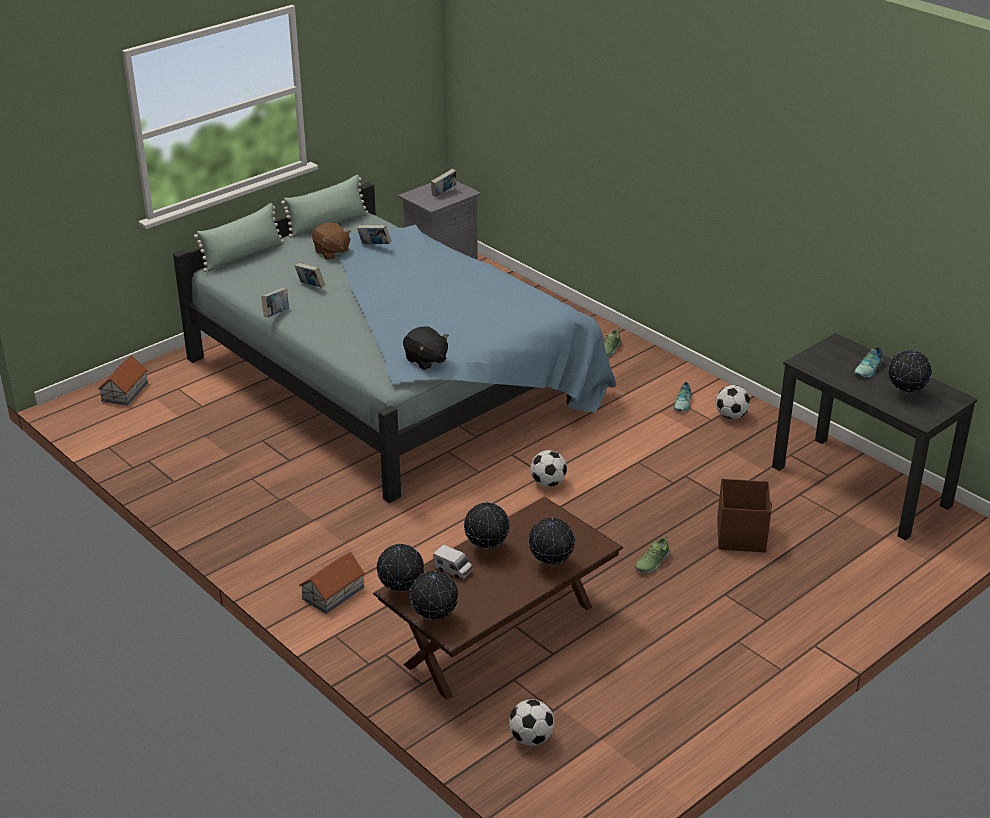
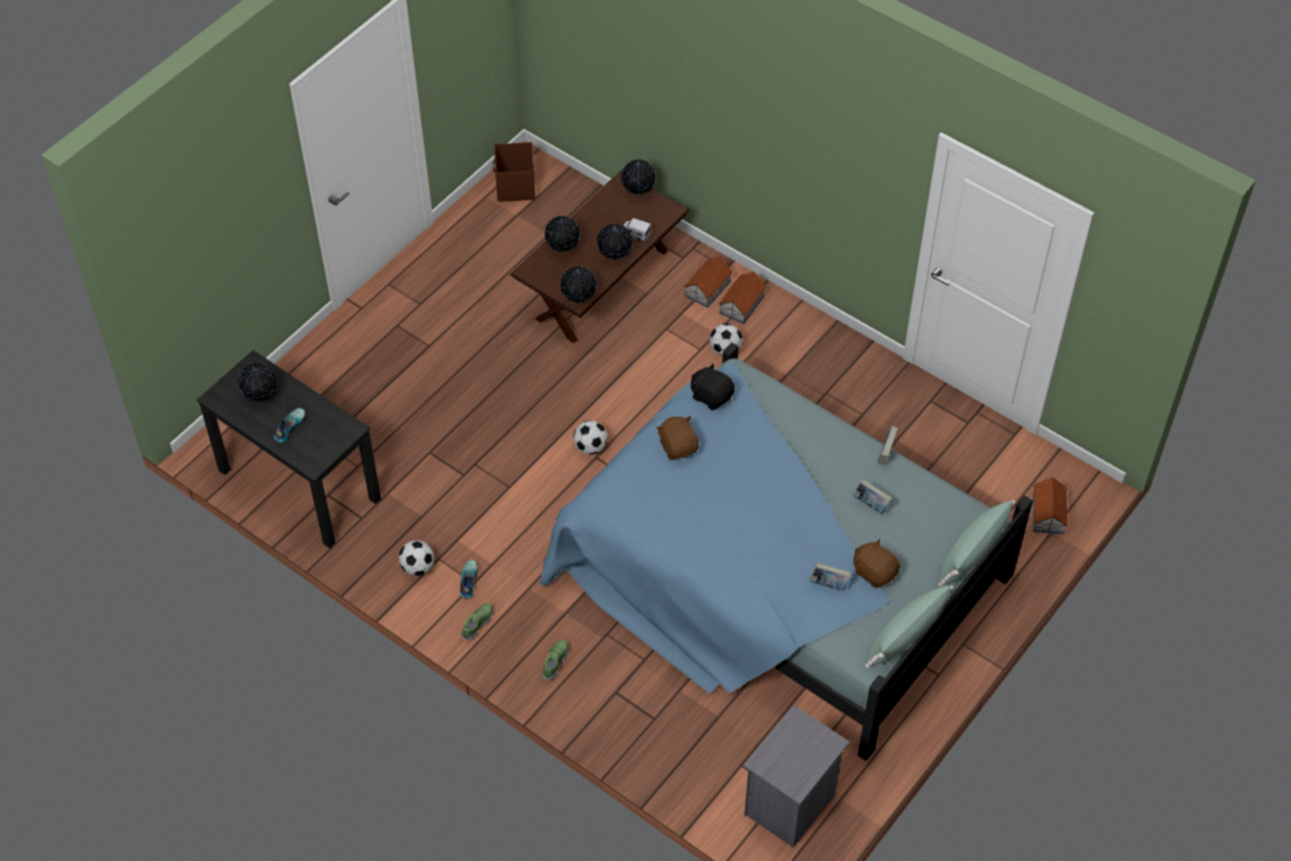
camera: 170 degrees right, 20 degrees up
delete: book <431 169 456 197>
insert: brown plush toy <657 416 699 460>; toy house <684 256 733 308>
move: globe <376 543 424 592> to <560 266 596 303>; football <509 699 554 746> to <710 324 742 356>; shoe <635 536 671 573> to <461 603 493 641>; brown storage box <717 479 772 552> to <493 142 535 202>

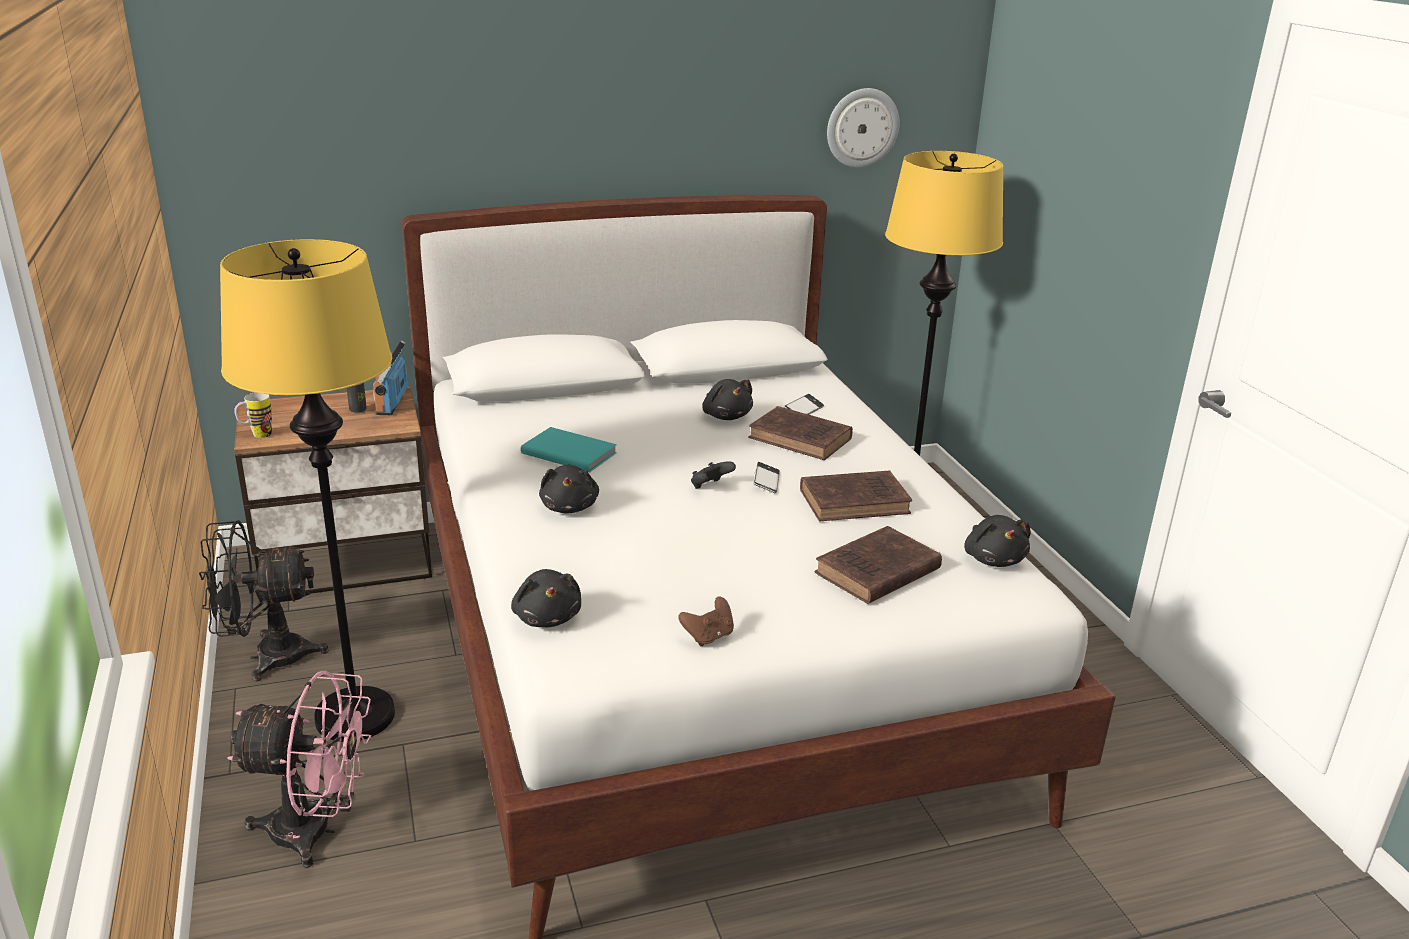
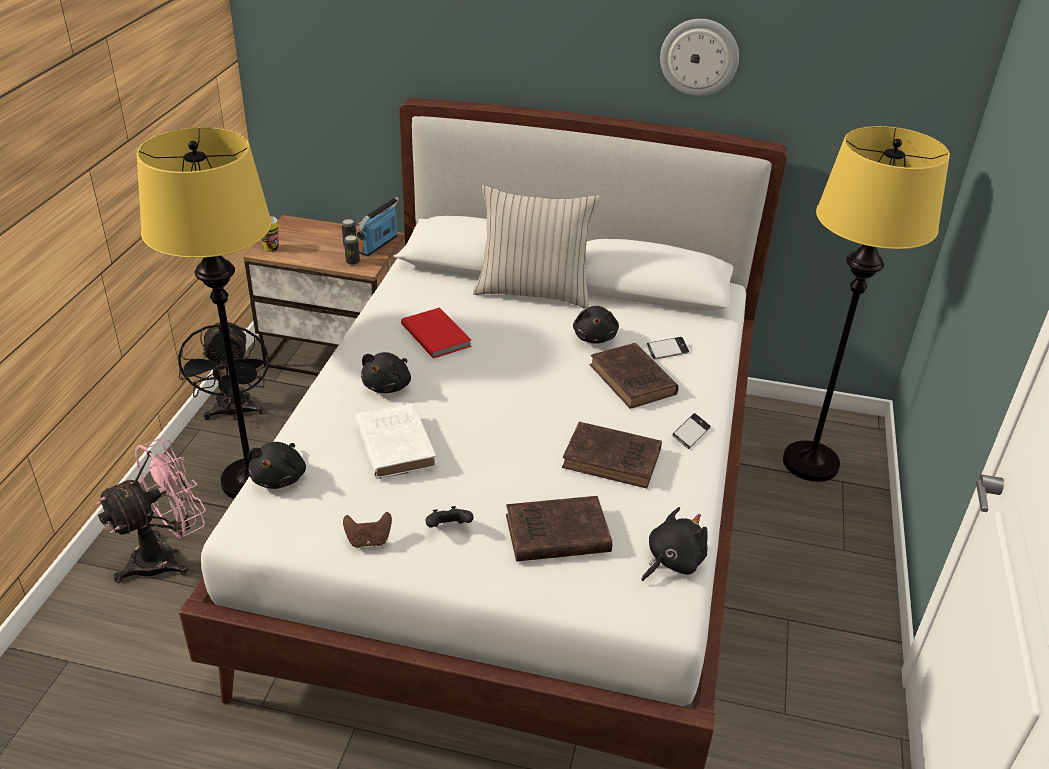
camera: 30 degrees right, 10 degrees up
insert: can <344 235 360 265>; white book <355 403 437 479>; beige pillow <473 185 600 309>
move: black game controller <691 461 736 489> to <425 506 474 528>; phone <754 462 780 493> to <672 413 711 449>; wall clock <827 88 899 168> to <660 19 739 96>
recolor: turquoise book <521 427 617 472> to red book <401 307 472 359>
rotate: black fan <199 520 329 682> = <178 322 269 420> 120 degrees counterclockwise; pink fan <228 671 371 868> = <96 439 206 583> 75 degrees counterclockwise; black plush toy <964 515 1031 567> = <642 507 708 582> 150 degrees counterclockwise

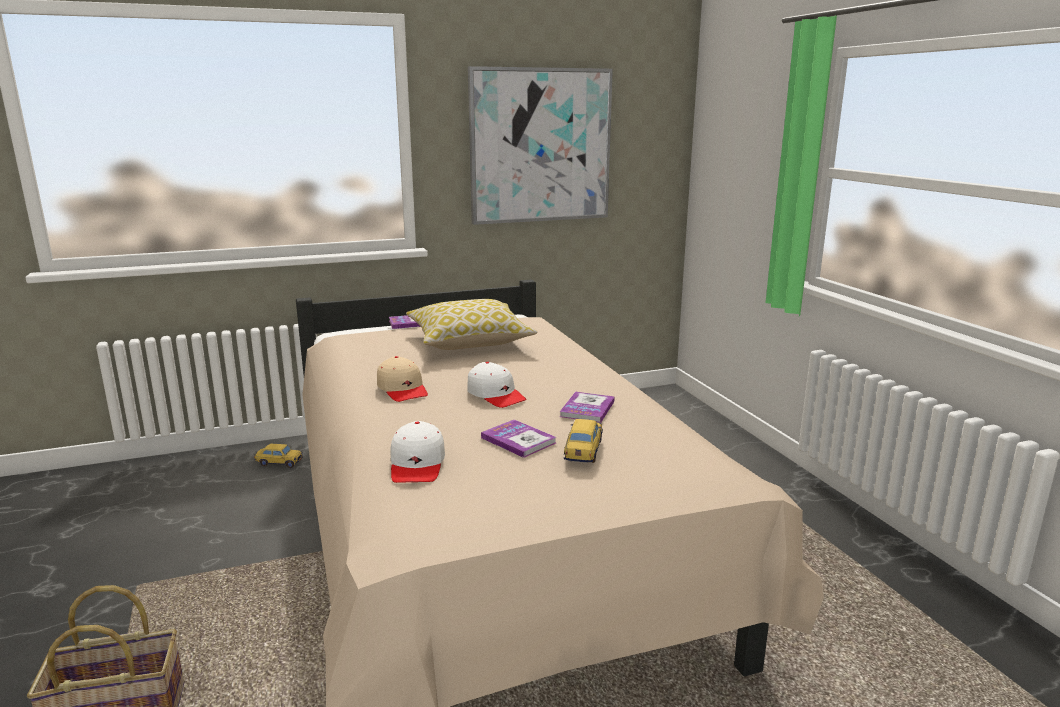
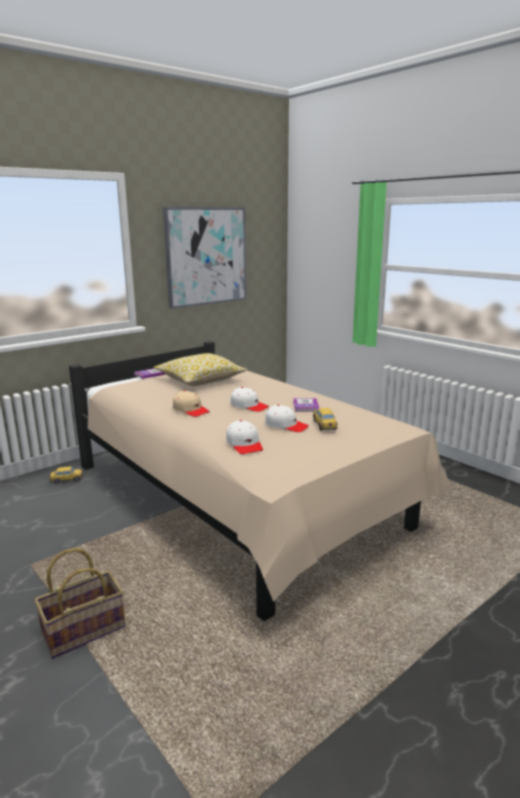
camera: 20 degrees left, 0 degrees up
replace: book <481 420 556 458> to white cap <265 405 309 432>

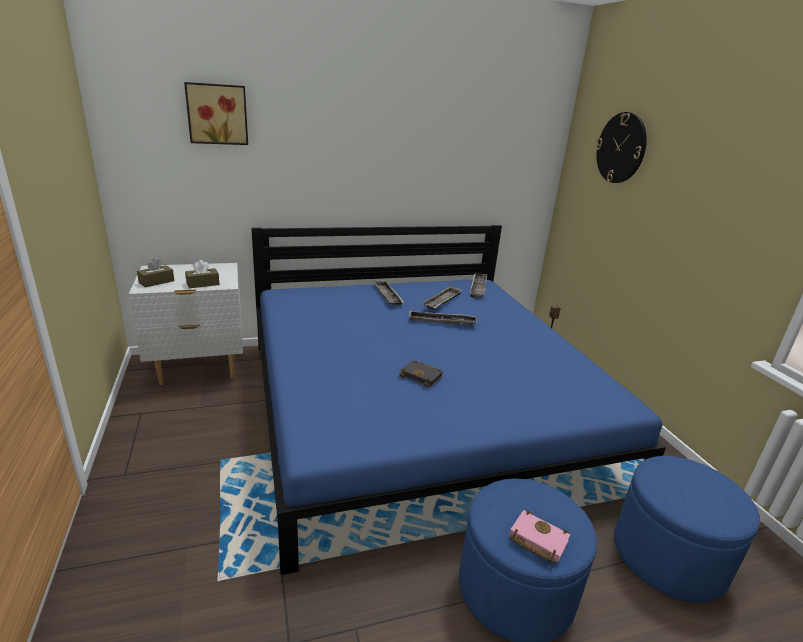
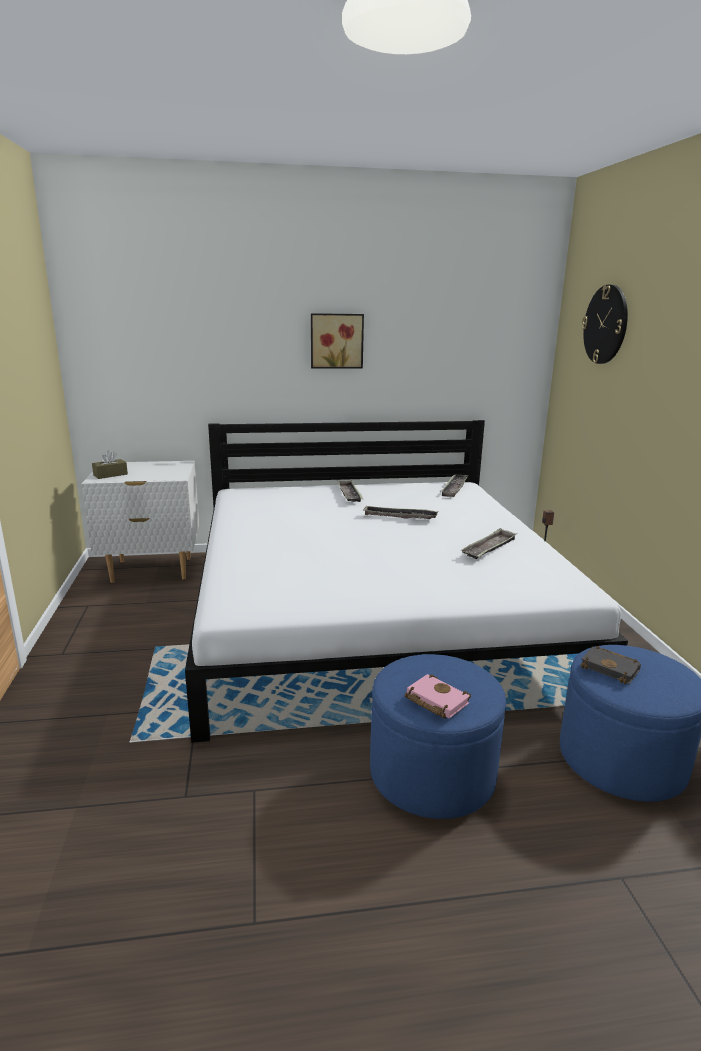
camera: 10 degrees right, 5 degrees down
delete: brown tissue box <185 260 220 288>
move: picture <184 82 248 145> to <311 313 364 369>; black book <399 360 443 387> to <580 646 641 684>; tray <422 286 462 310> to <461 528 517 559>
recolor: blue bed <251 225 666 575> to white bed <185 420 628 743>

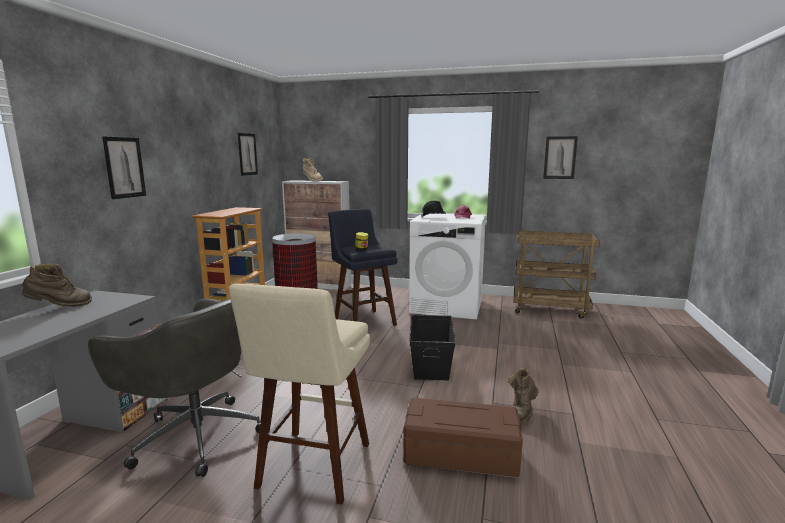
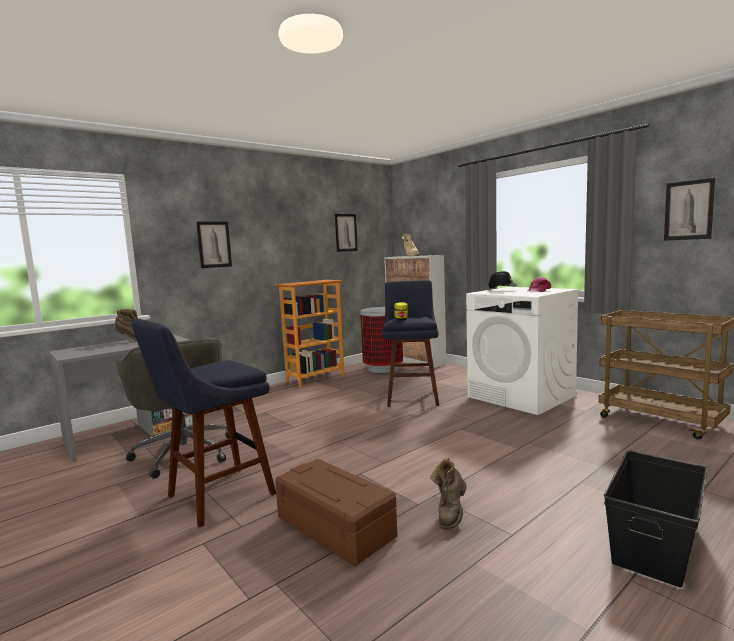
camera: 35 degrees right, 5 degrees down
move: black storage box <409 315 456 380> to <604 450 707 588>
recolor: beige stool <229 283 370 505> to blue stool <131 319 276 528>
rotate: brown boot <508 368 539 424> = <430 458 467 530> 45 degrees counterclockwise

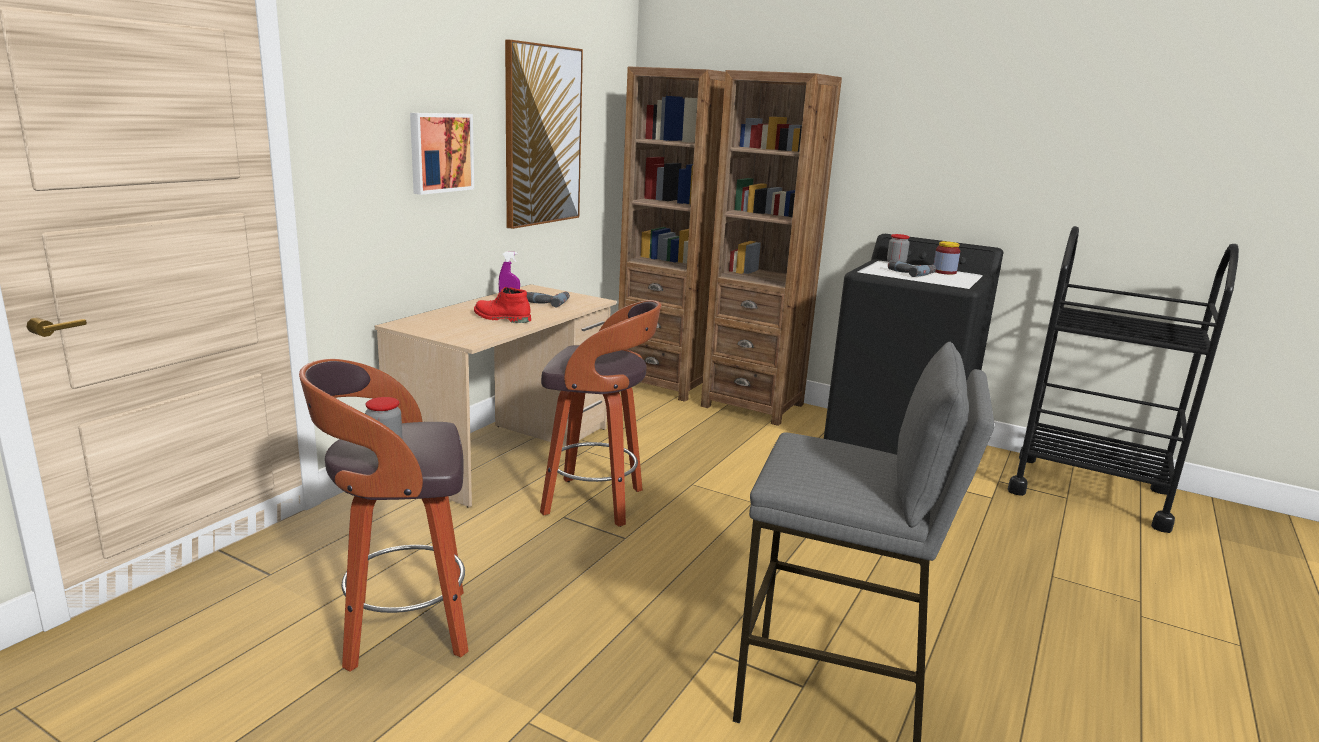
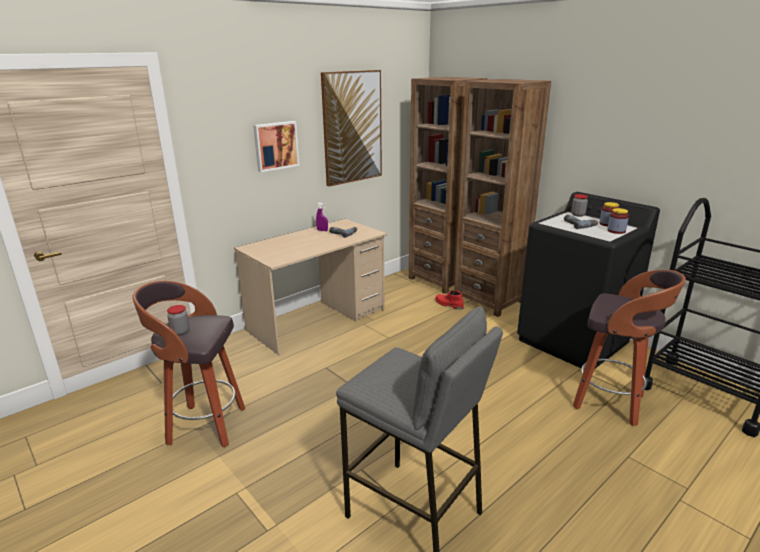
camera: 20 degrees right, 5 degrees up
insert: jar <607 208 629 234>
move: red boot <474 287 531 323> to <435 290 464 310>; stool <540 300 661 527> to <573 270 686 426>

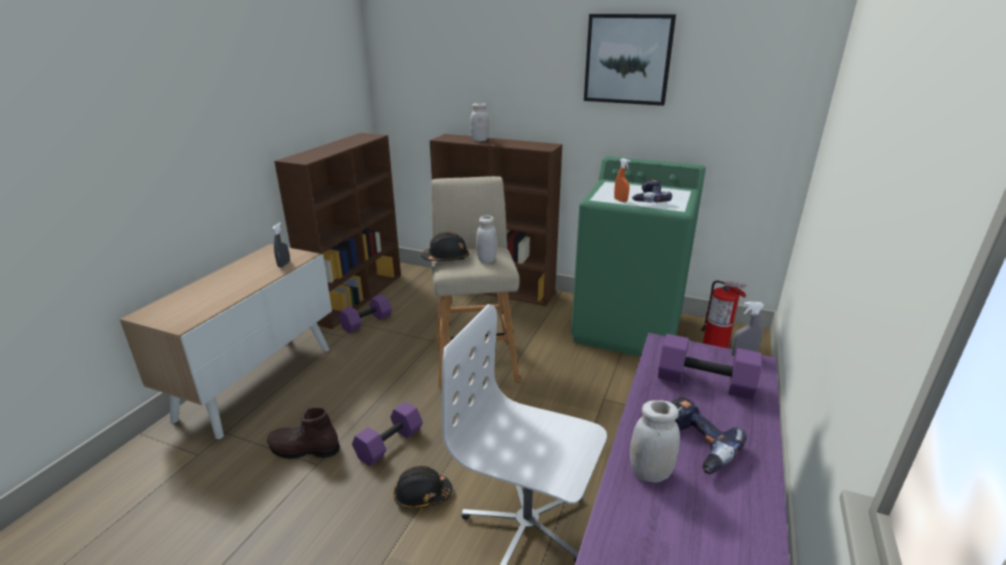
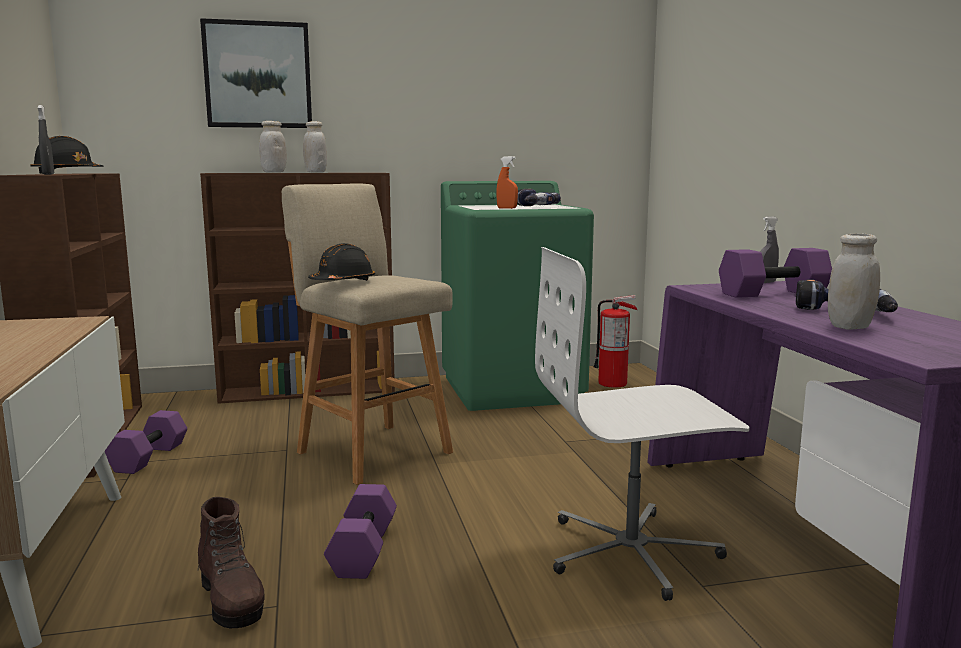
camera: 35 degrees left, 15 degrees down
move: grey spray bottle <272 223 290 268> to <38 105 54 175>; black hard hat <393 466 452 508> to <31 136 104 174>; white jar <476 215 497 263> to <303 121 327 173>; picture <584 14 676 106> to <200 18 312 128>
rotate: brown boot <267 407 340 459> = <198 497 265 628> 90 degrees counterclockwise

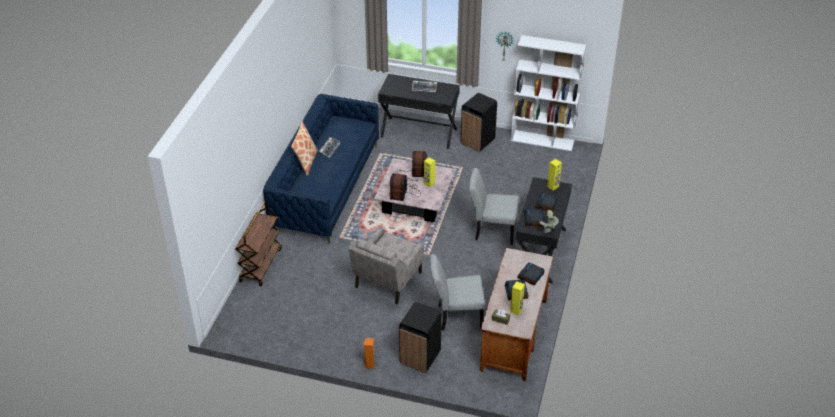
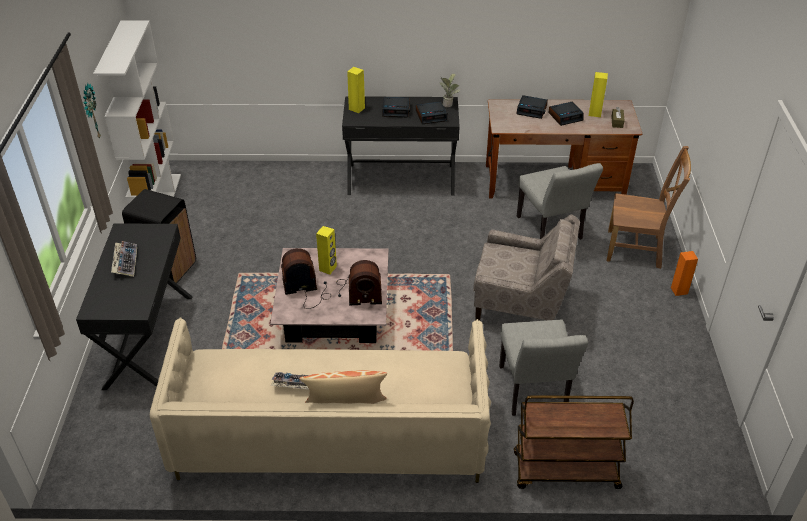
camera: 105 degrees left, 0 degrees up
move: grey chair <469 168 519 245> to <499 319 588 416>
replace: black trash can <399 302 442 373> to brown chair <607 146 691 269>
recolor: blue sofa <263 94 379 243> to beige sofa <150 317 491 483>

